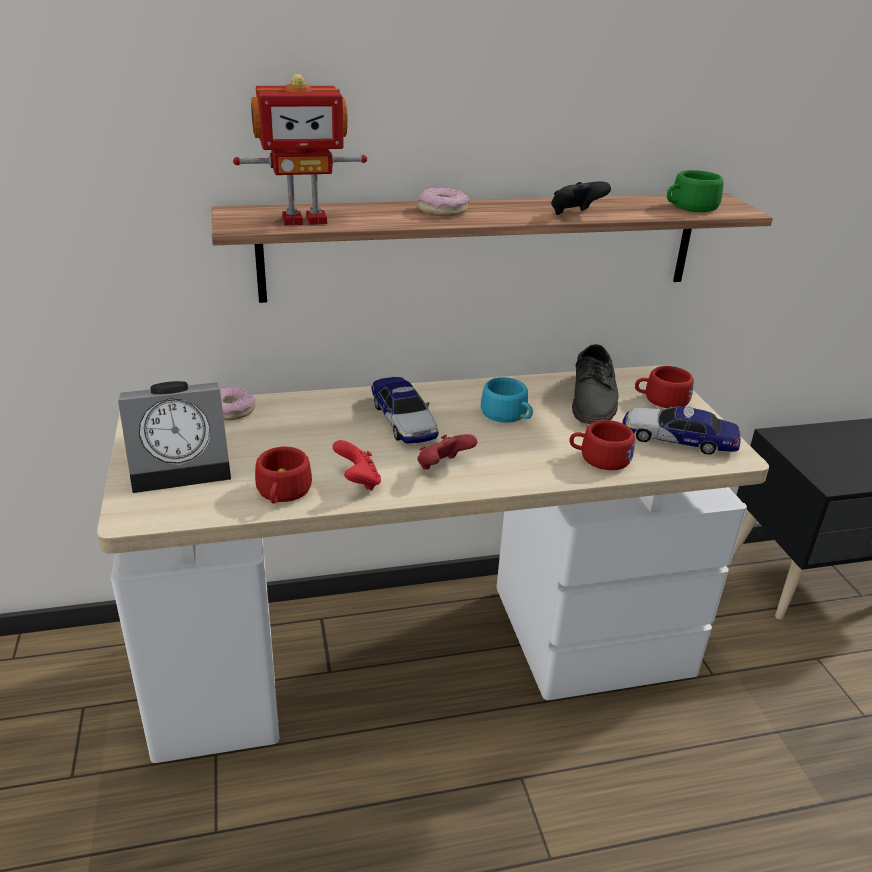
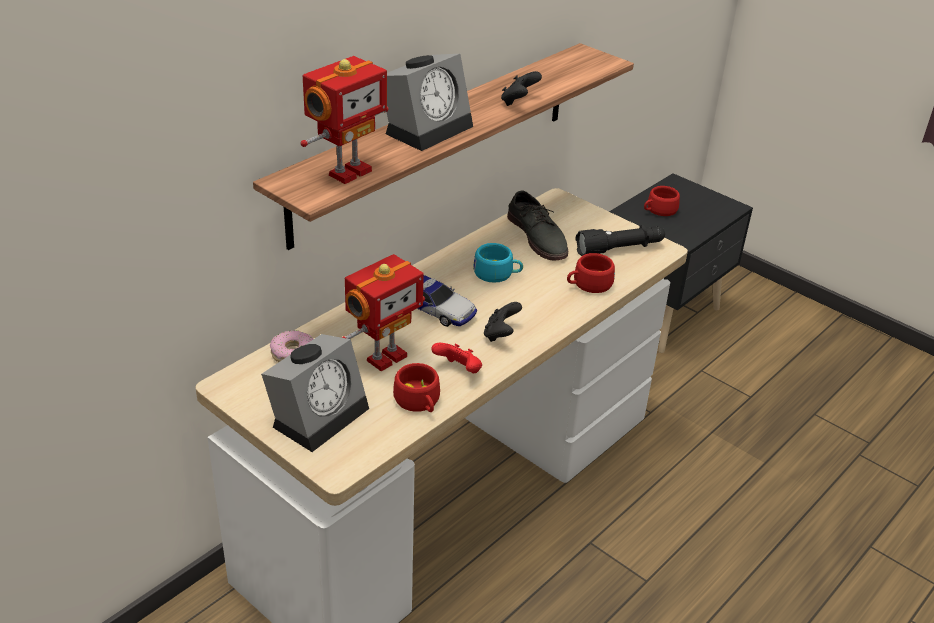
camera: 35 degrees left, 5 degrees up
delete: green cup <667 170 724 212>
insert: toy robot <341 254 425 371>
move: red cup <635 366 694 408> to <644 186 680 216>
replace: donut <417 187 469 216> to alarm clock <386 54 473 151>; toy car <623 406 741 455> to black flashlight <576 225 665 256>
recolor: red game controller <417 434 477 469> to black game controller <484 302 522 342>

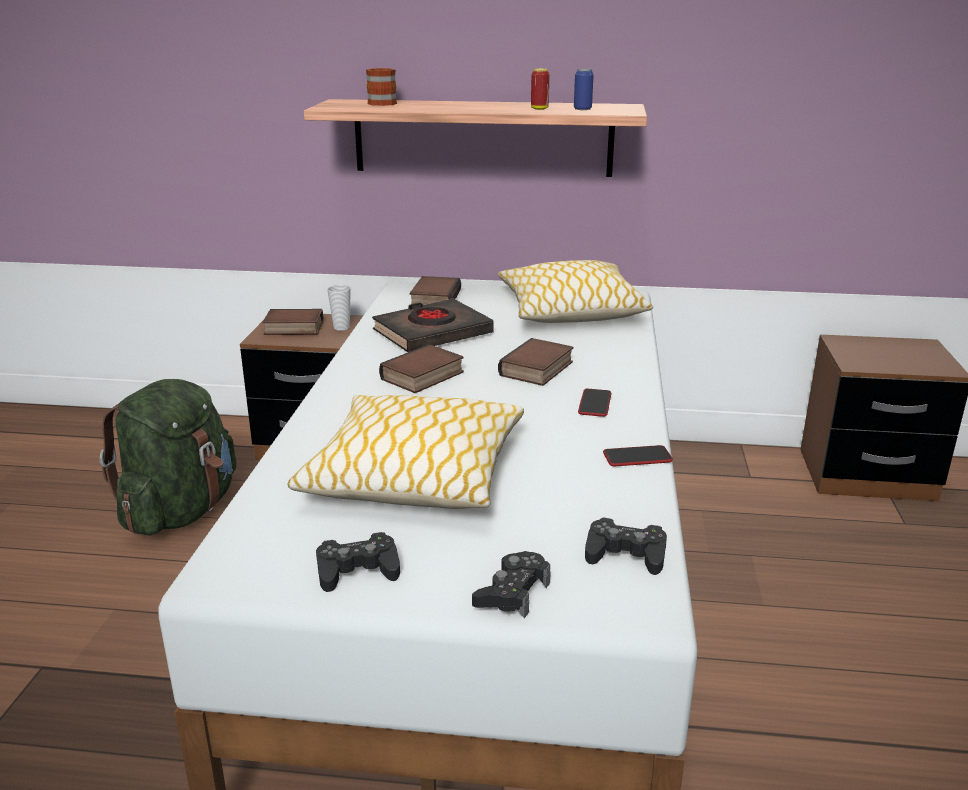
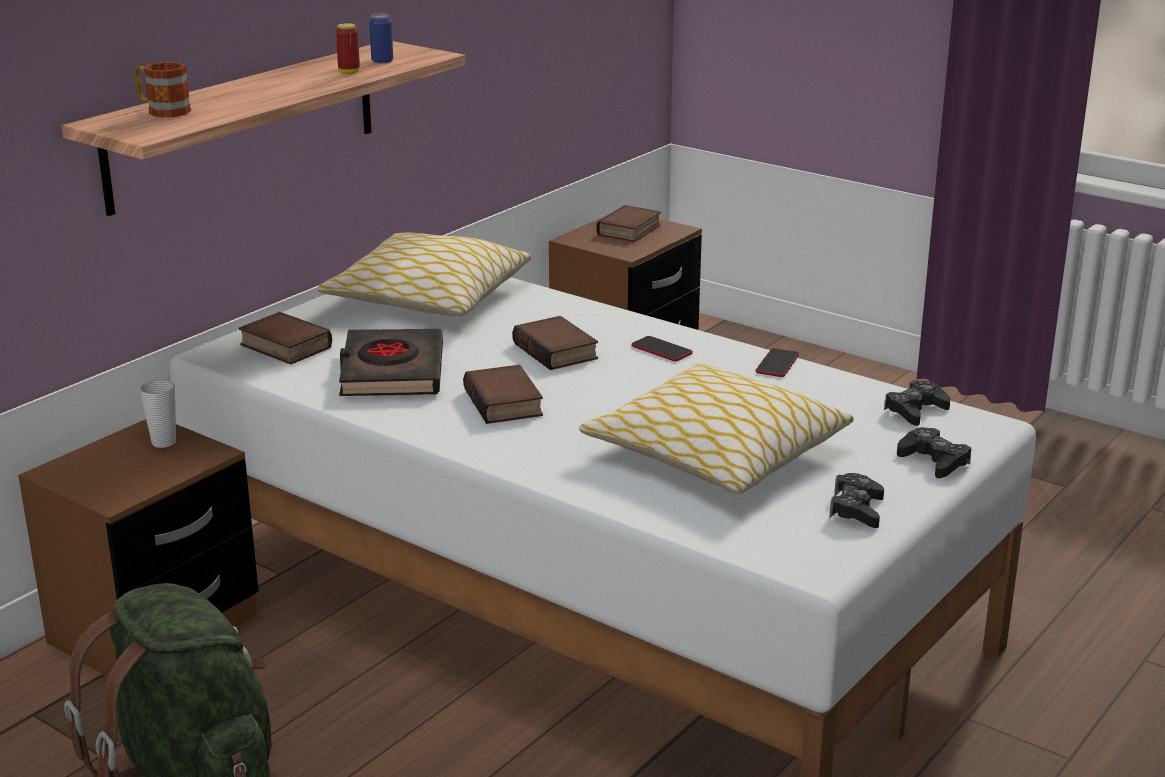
camera: 60 degrees left, 0 degrees up
move: book <262 309 323 335> to <596 205 661 242>

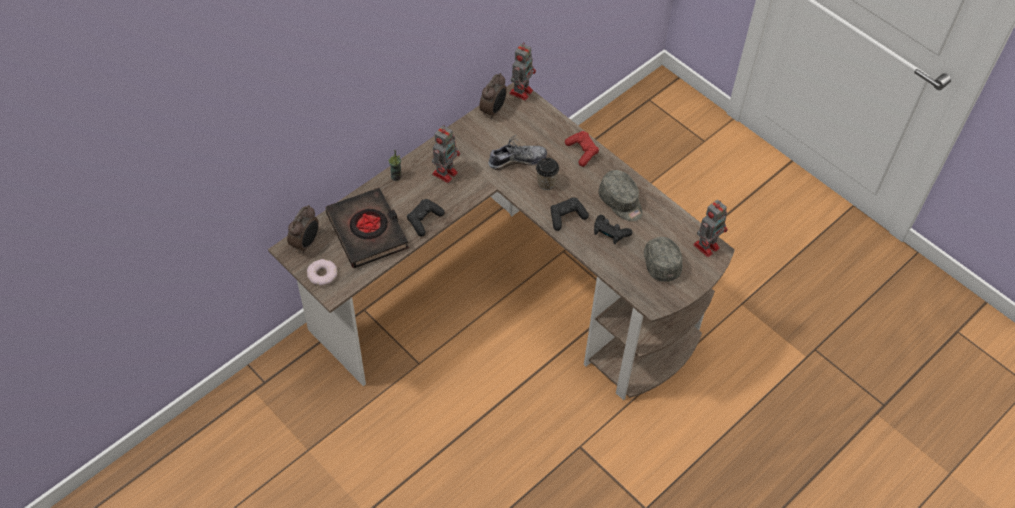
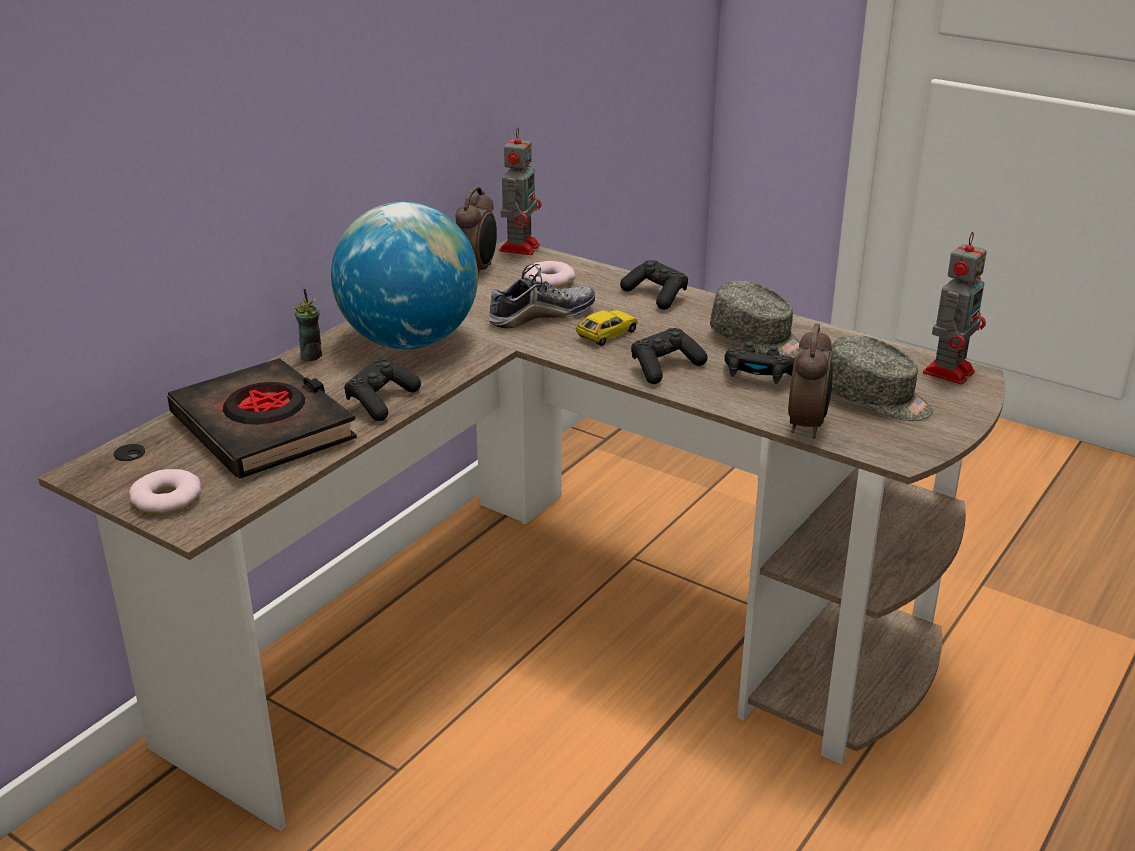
camera: 10 degrees left, 25 degrees down
insert: donut <524 261 575 288>
move: alarm clock <287 205 319 254> to <788 323 833 438>
replace: toy robot <432 125 460 183> to globe <331 202 478 349>; cup <536 158 559 190> to toy car <576 310 638 346>
recolor: red game controller <565 131 599 167> to black game controller <620 260 688 310>
rotate: grey cap <644 237 683 282> = <830 335 933 421> 150 degrees clockwise

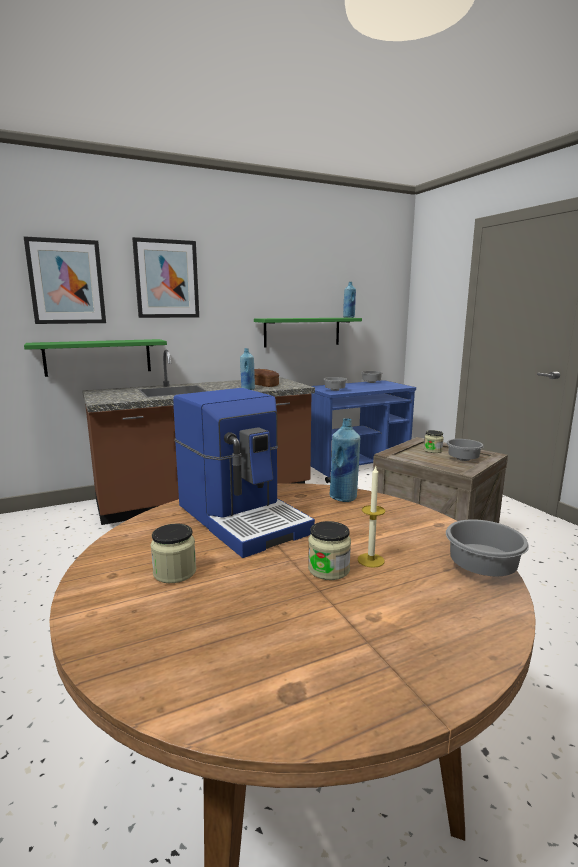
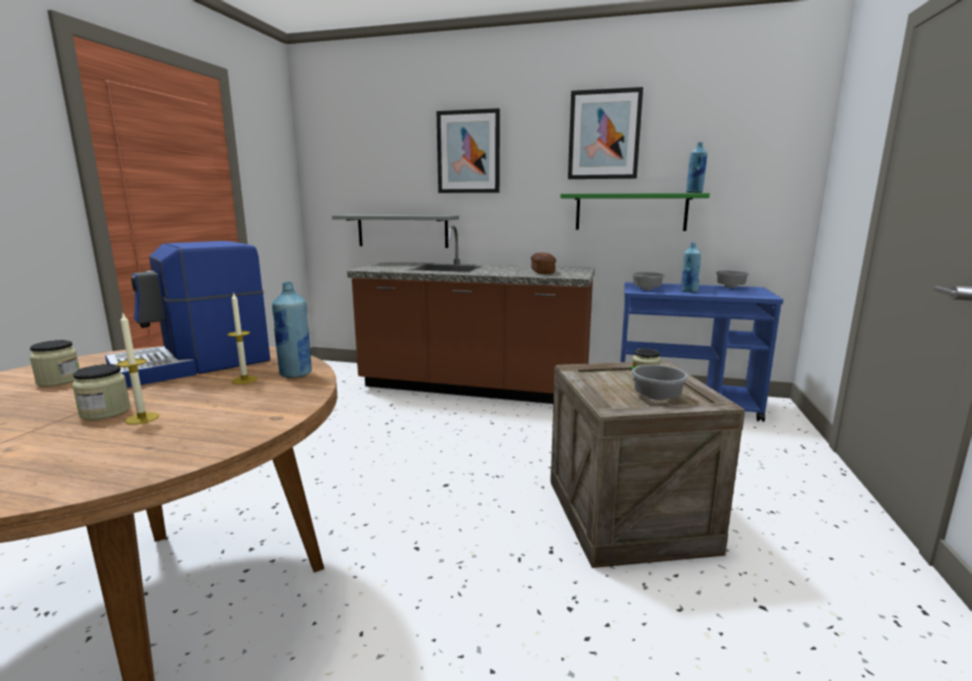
camera: 40 degrees right, 0 degrees up
delete: grey bowl <446 519 529 576>
insert: candle <227 293 258 384>
move: picture <24 236 106 324> to <568 87 643 179>; blue bottle <240 348 255 390> to <681 242 701 292>
recolor: green shelf <24 339 167 377> to grey shelf <332 215 459 248>
rotate: coffee machine <173 388 315 558> = <105 241 270 388> 45 degrees clockwise

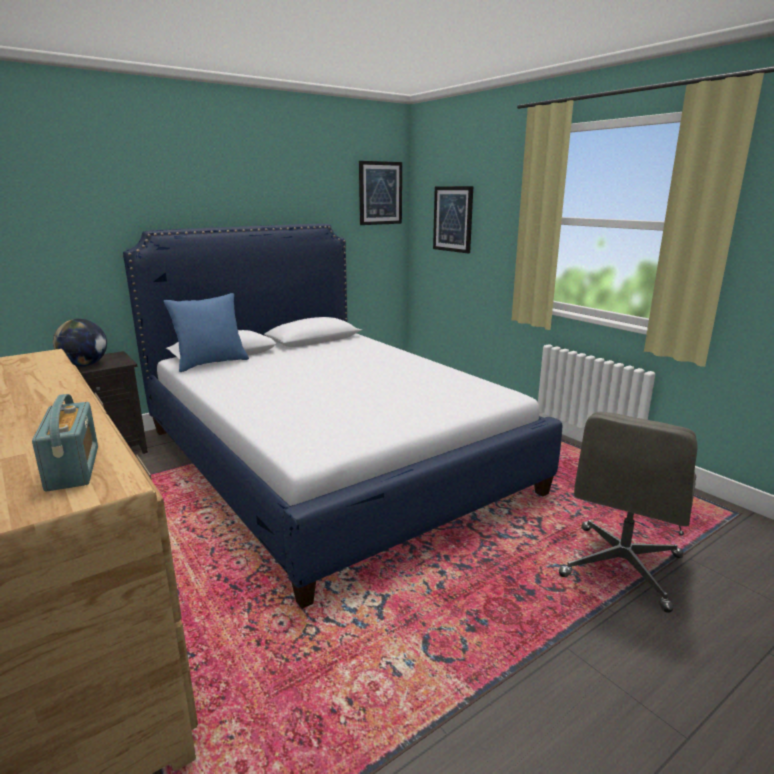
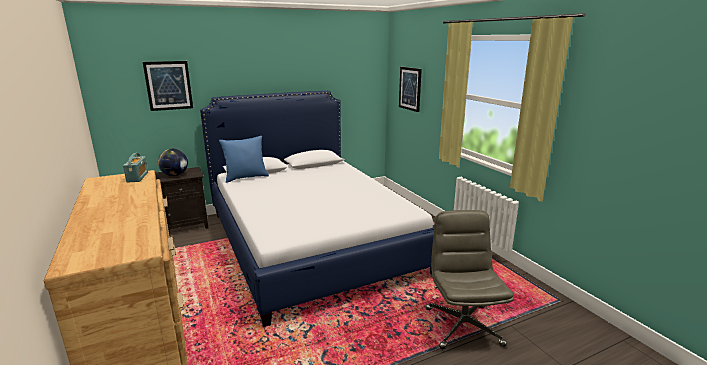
camera: 10 degrees right, 0 degrees up
move: radio <32 394 98 492> to <123 153 148 183>; picture <359 161 402 225> to <143 61 193 111>
rotate: grey office chair <559 412 698 613> = <426 210 514 349> 135 degrees clockwise

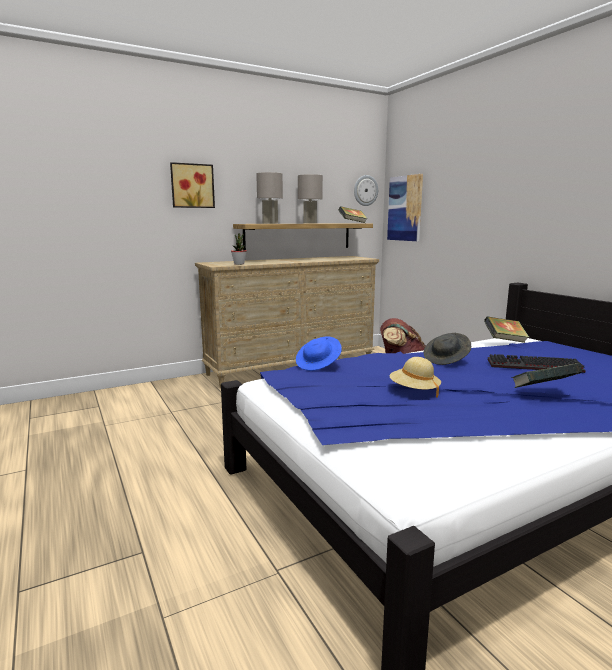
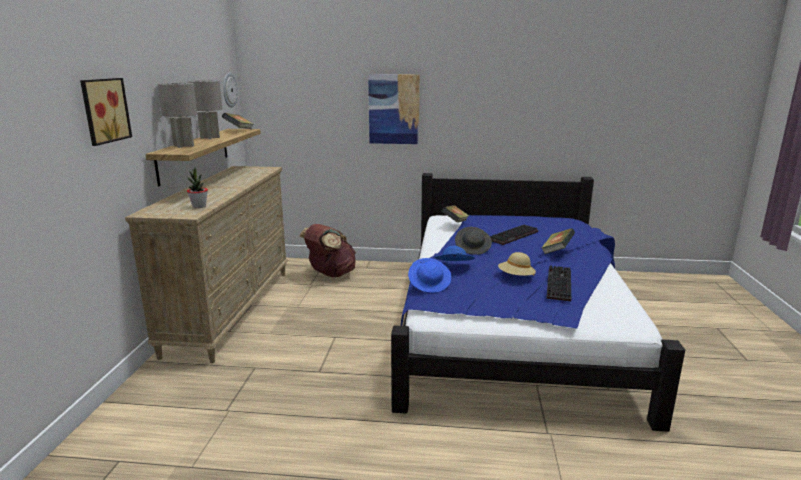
camera: 55 degrees left, 5 degrees up
insert: blue hat <434 246 475 261>; keyboard <546 265 571 301>
move: picture <387 174 423 241> to <368 74 420 144>

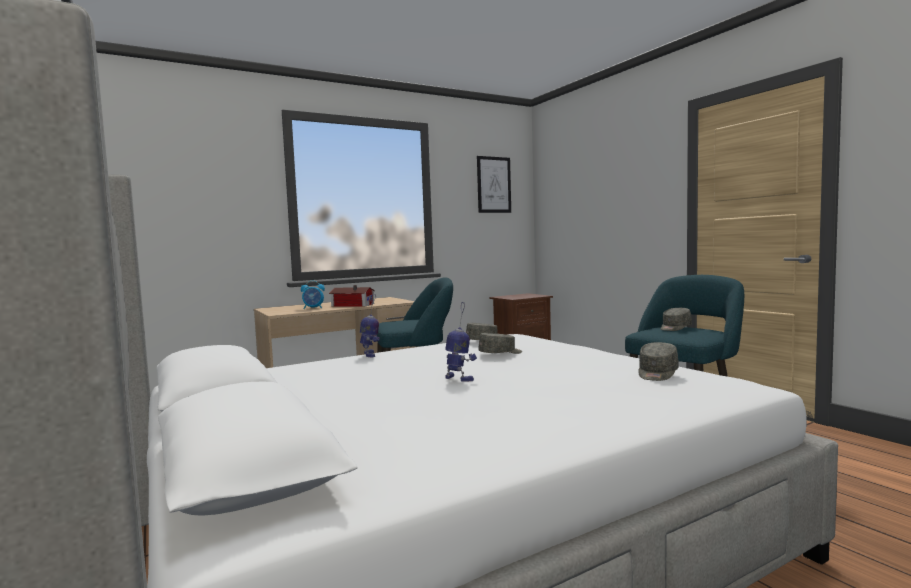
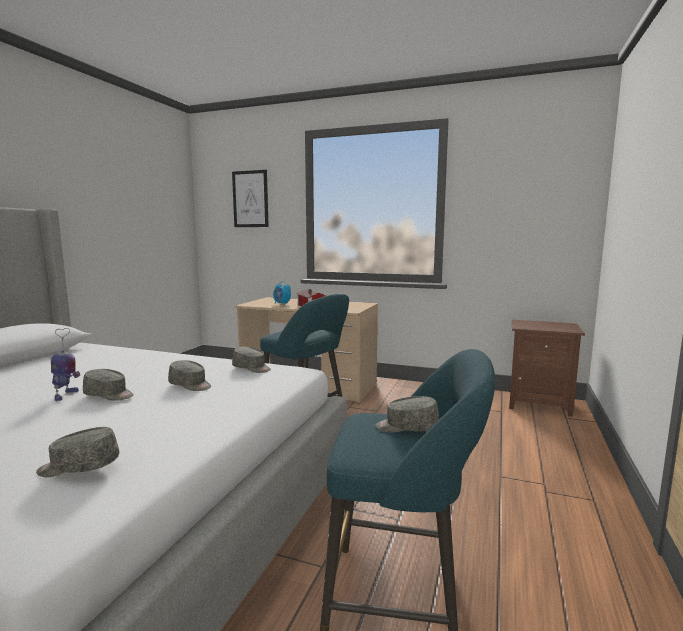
camera: 50 degrees right, 5 degrees up
delete: toy robot <360 294 380 358>
insert: grey cap <83 369 134 401>
move: picture <477 156 511 213> to <232 170 269 227>

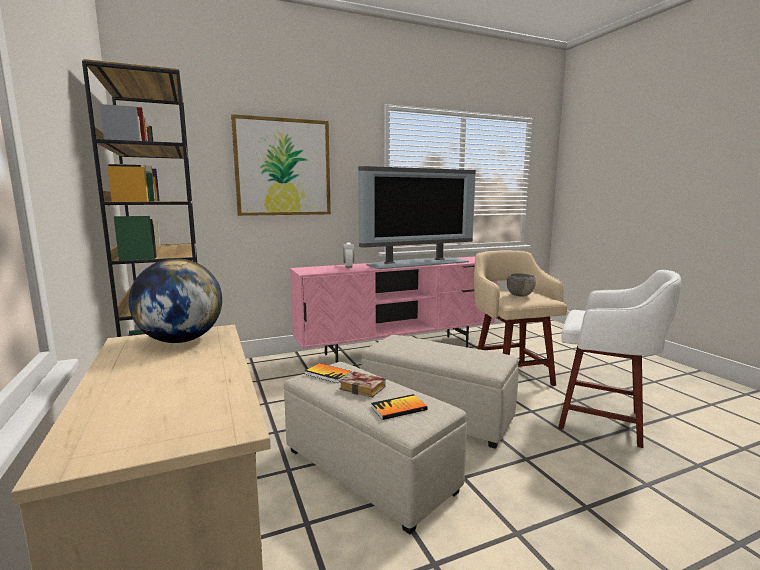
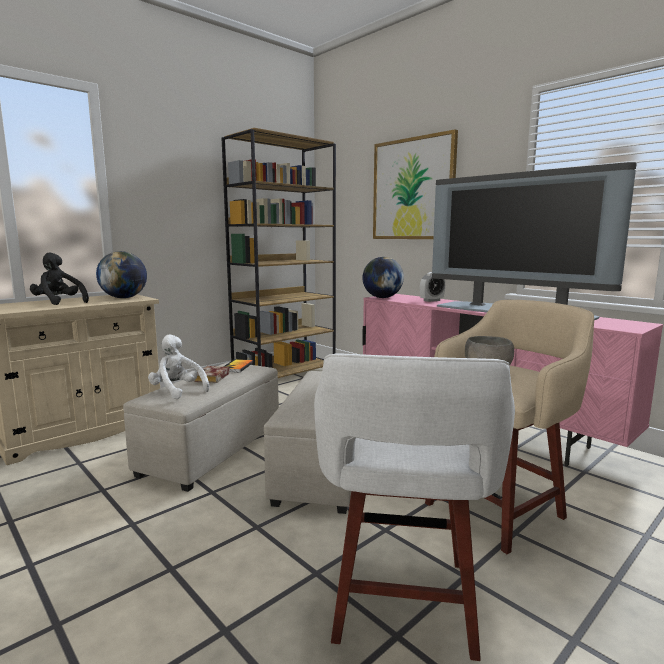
camera: 70 degrees right, 0 degrees up
insert: black plush toy <30 253 89 305>; globe <362 257 404 298>
replace: book <371 394 428 420> to white plush toy <148 334 210 399>

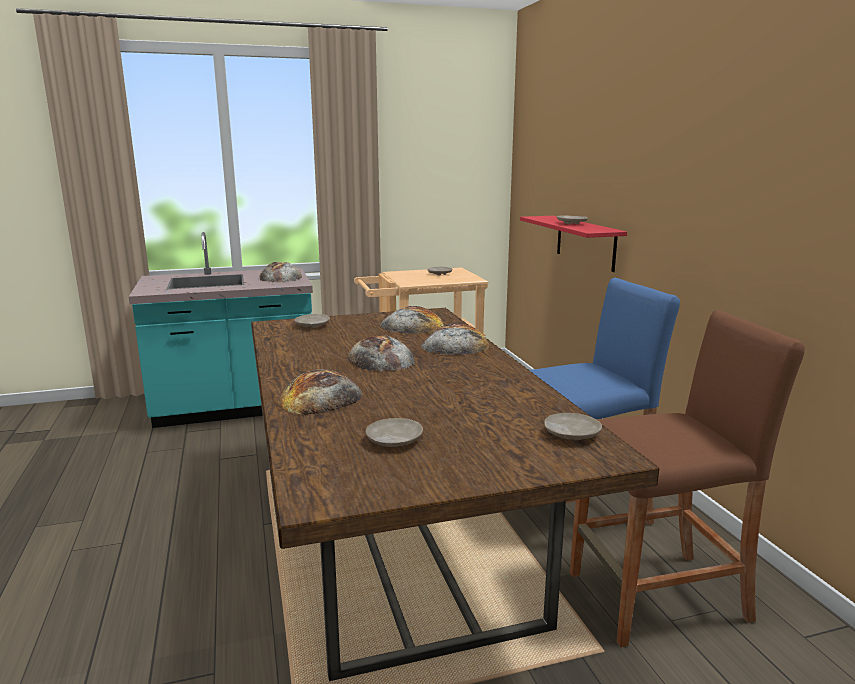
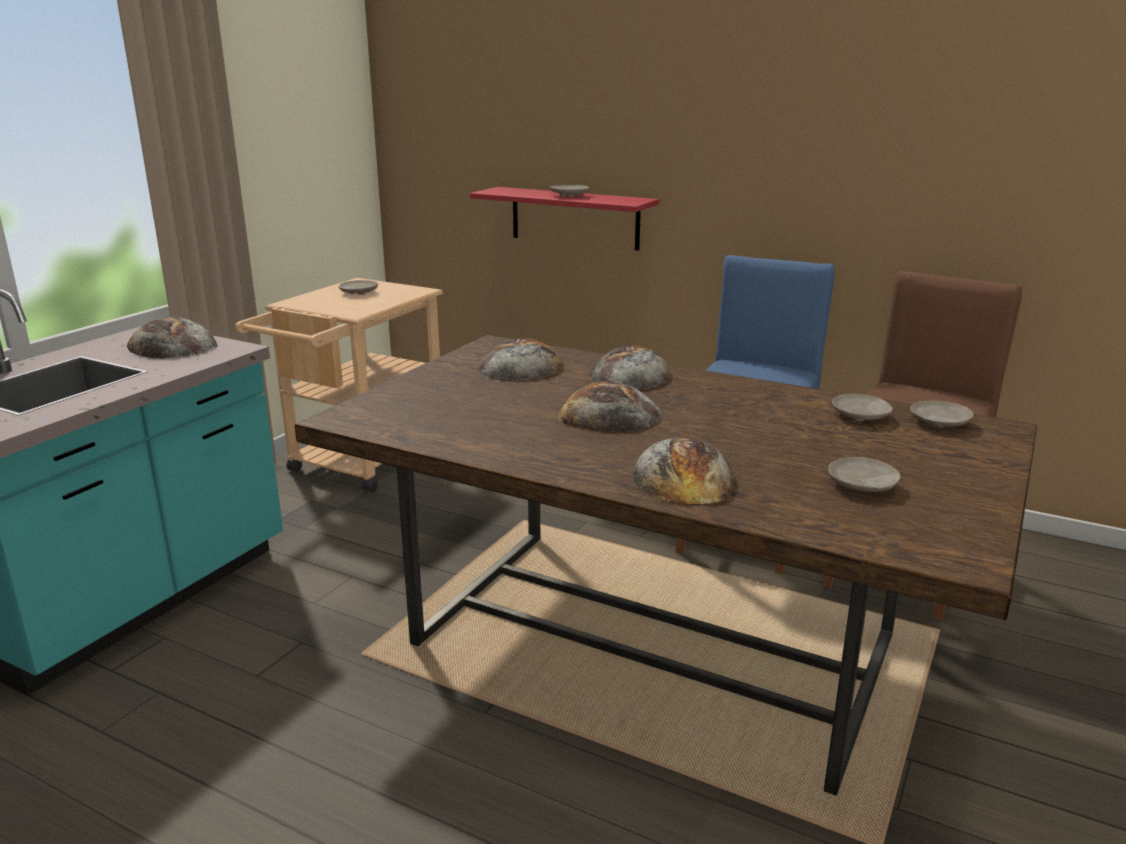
camera: 45 degrees left, 5 degrees up
move: beige plate <294 314 330 328> to <832 394 893 421>

